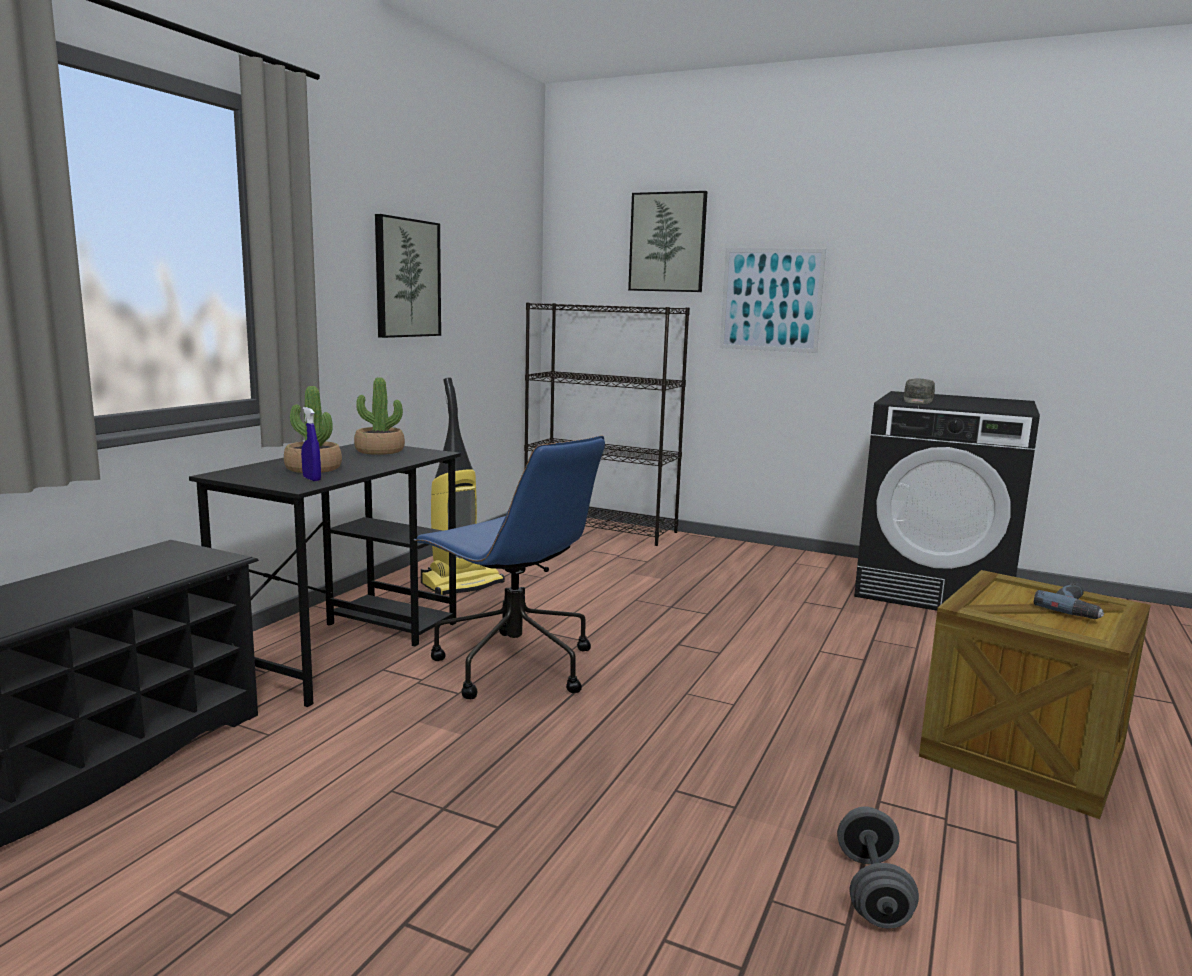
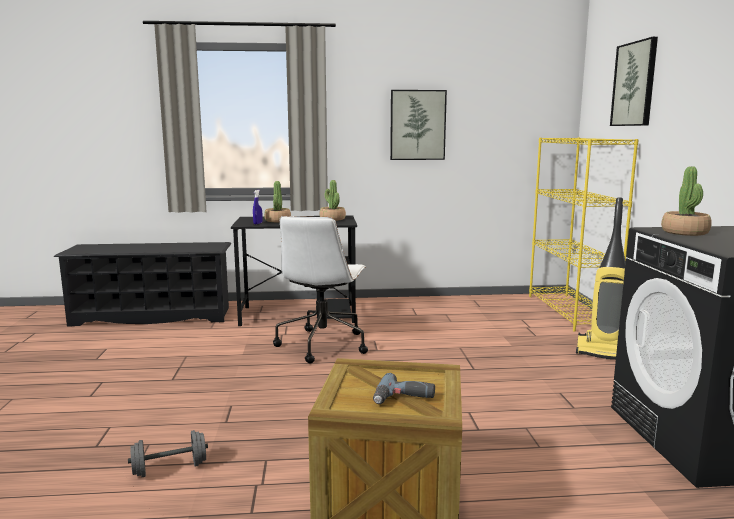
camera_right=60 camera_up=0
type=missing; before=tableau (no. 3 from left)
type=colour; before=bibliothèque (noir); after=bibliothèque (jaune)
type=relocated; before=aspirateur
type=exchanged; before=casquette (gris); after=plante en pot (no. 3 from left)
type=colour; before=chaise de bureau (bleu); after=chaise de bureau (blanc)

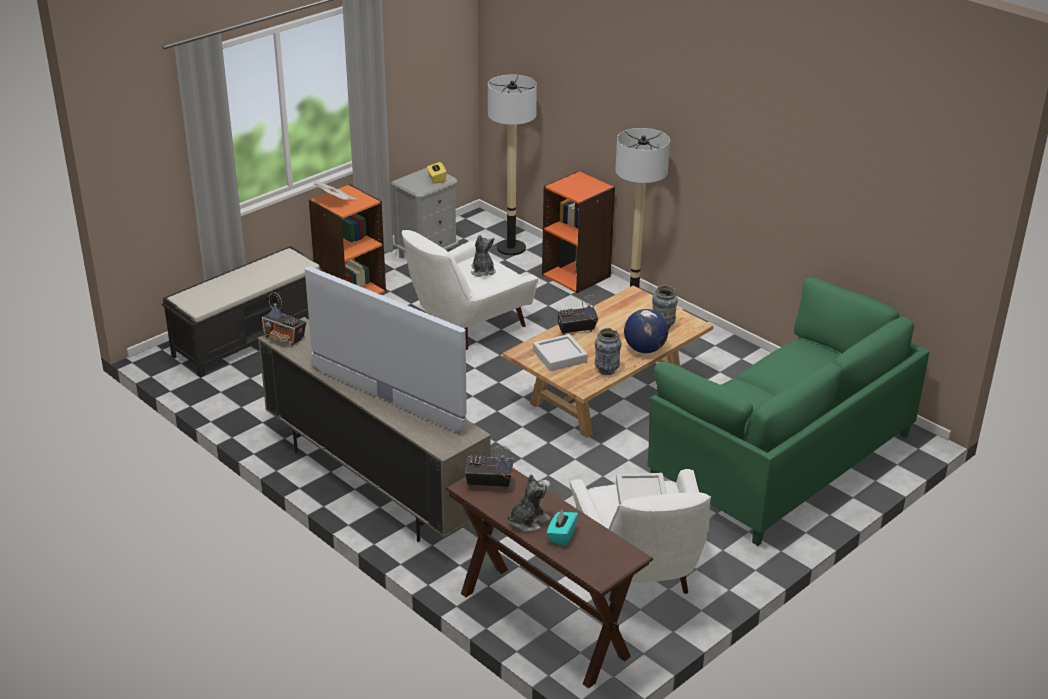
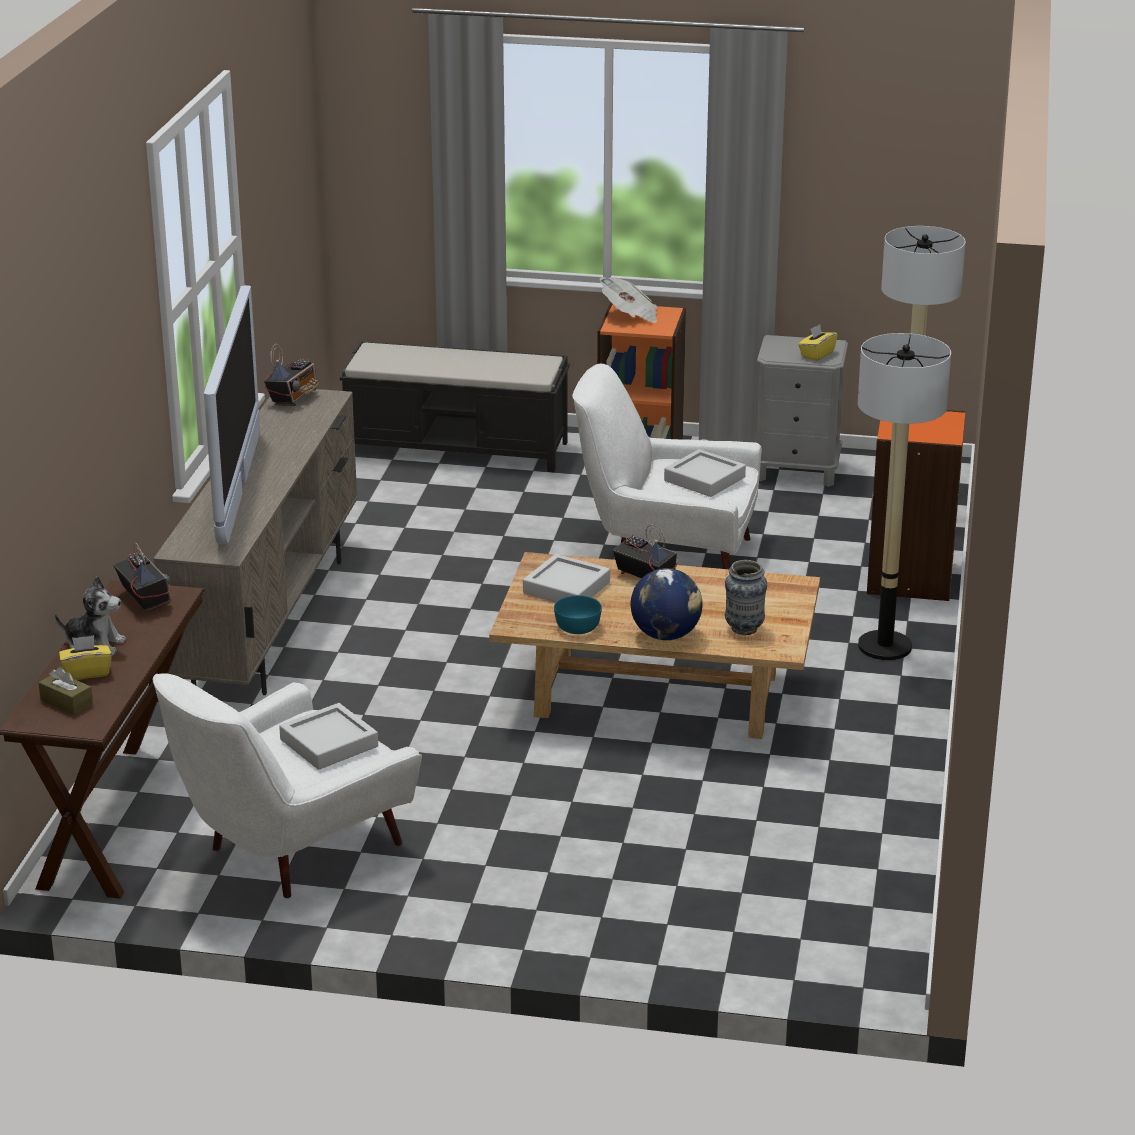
camera_right=55 camera_up=-5
type=exchanged; before=peluche (no. 1 from left); after=plateau (gris) (no. 3 from left)
type=missing; before=canapé (vert)
type=spun; before=radio (no. 1 from left in the first image); turn=-150
type=exchanged; before=vase (no. 1 from left); after=bol (turquoise)
type=colour; before=boîte à mouchoirs (turquoise); after=boîte à mouchoirs (jaune) (no. 1 from left)
type=appeared; after=boîte à mouchoirs (marron)

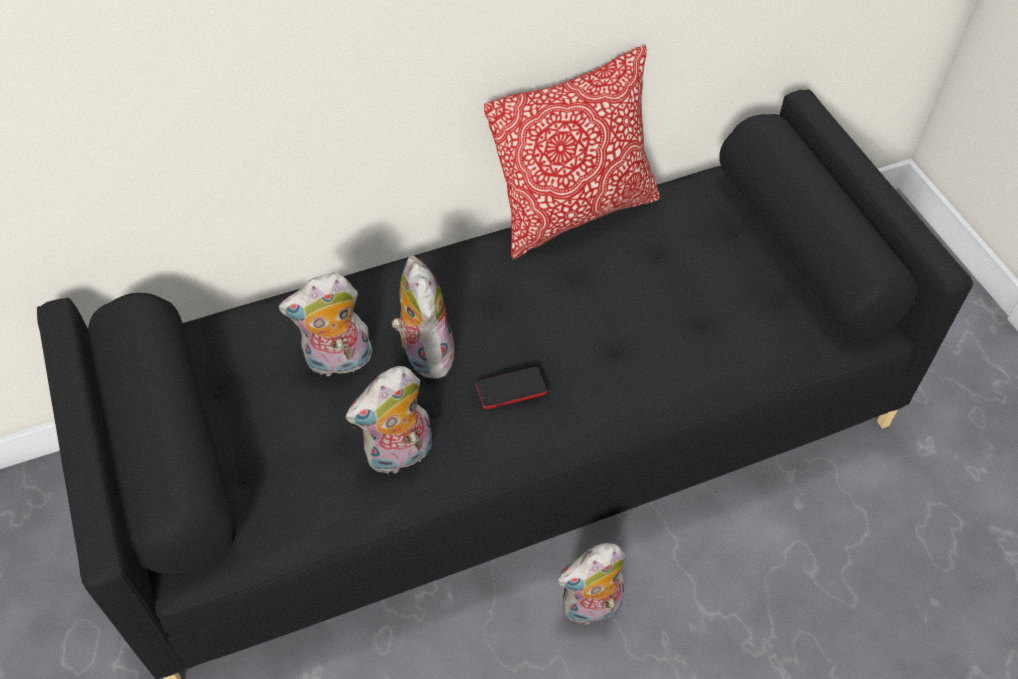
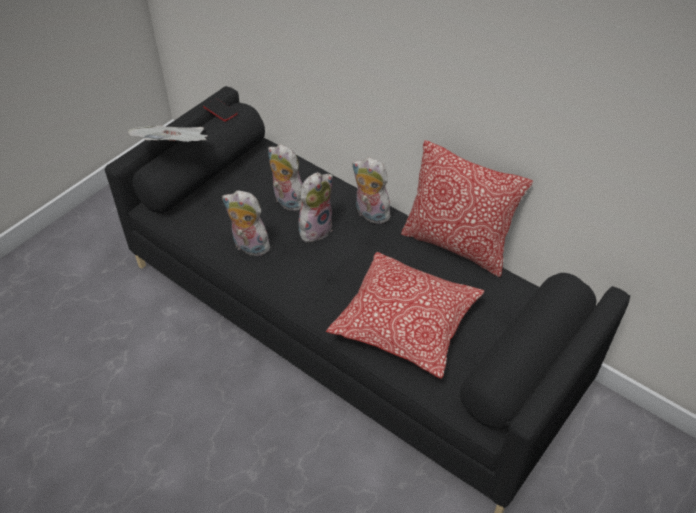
camera_right=60 camera_up=-5
type=relocated; before=téléphone
type=relocated; before=peluche (no. 4 from left)
type=appeared; after=journal
type=appeared; after=coussin (no. 1 from left)

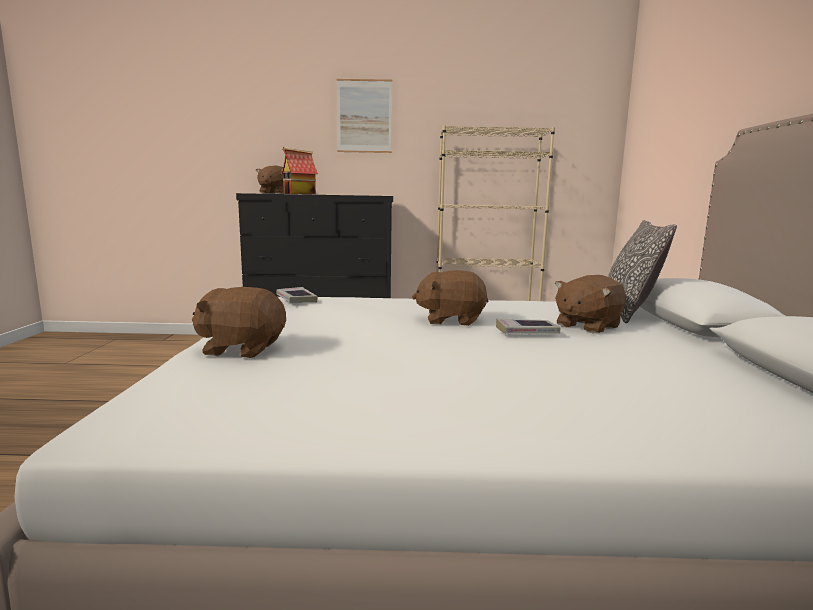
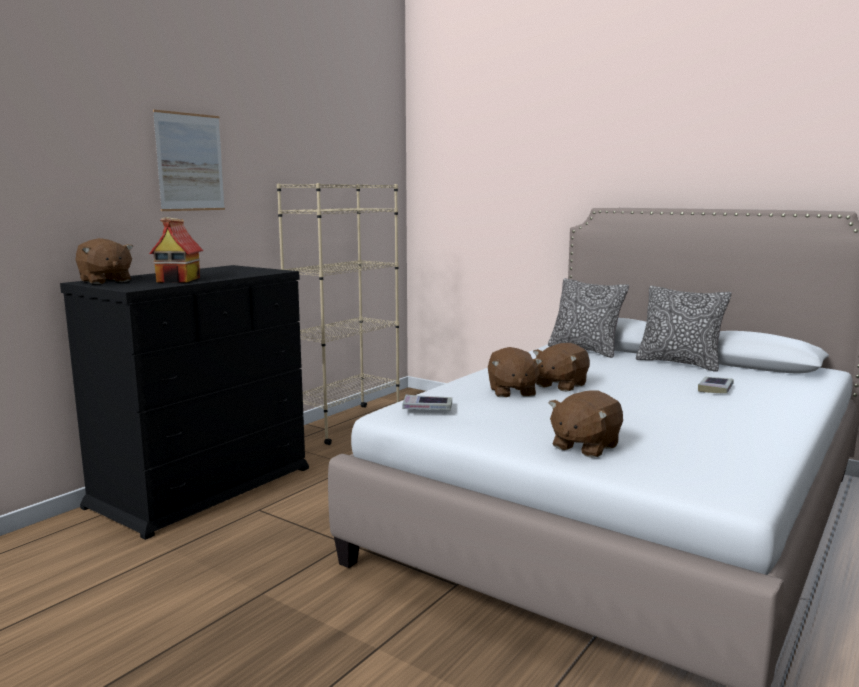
camera_right=-55 camera_up=0
type=relocated; before=peluche (marron) (no. 4 from left in the first image); after=peluche (marron) (no. 2 from left)
type=relocated; before=livre (no. 2 from left)
type=appeared; after=coussin (no. 2 from left)

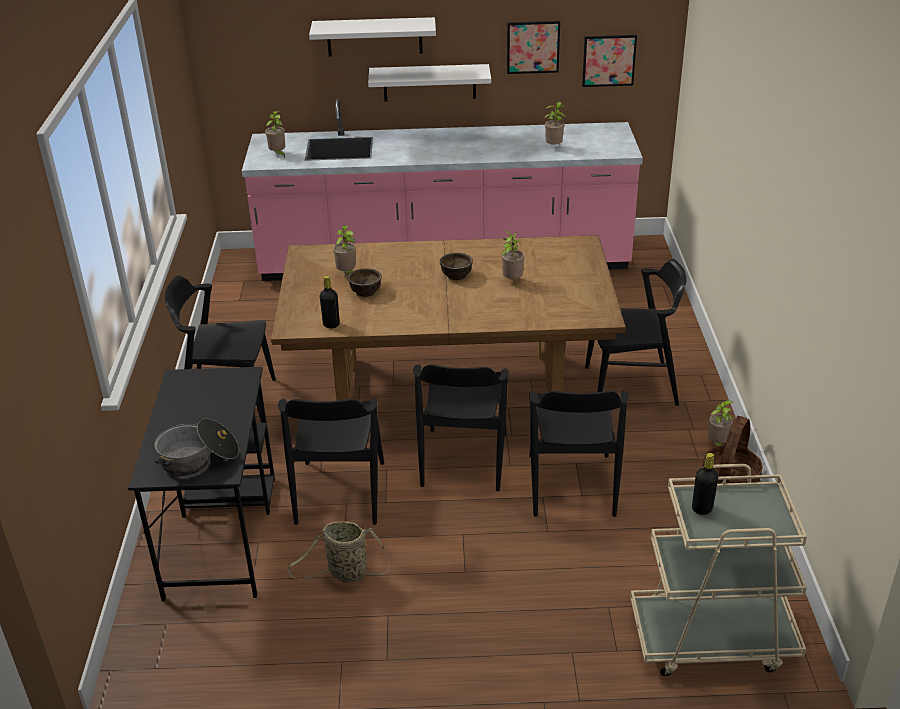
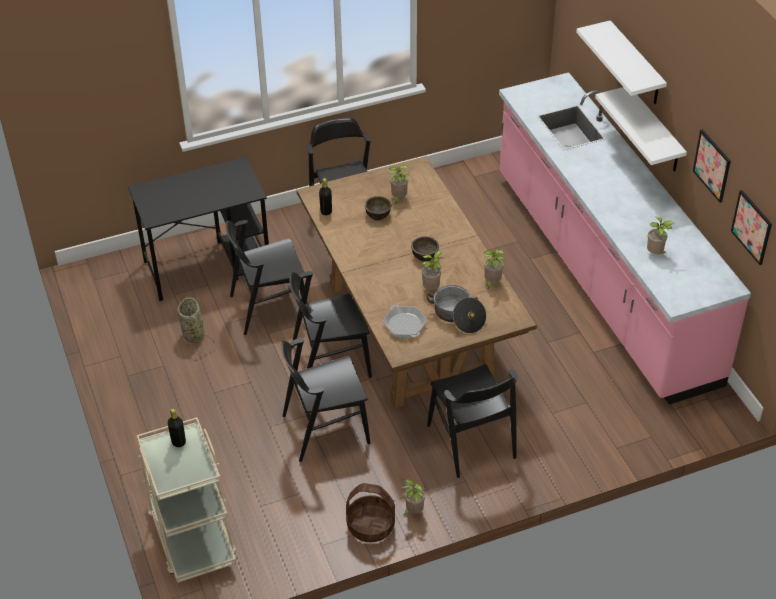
camera_right=70 camera_up=10
type=relocated; before=plante en pot (no. 1 from left in the first image); after=plante en pot (no. 4 from left)
type=relocated; before=marmite
type=appeared; after=poêle

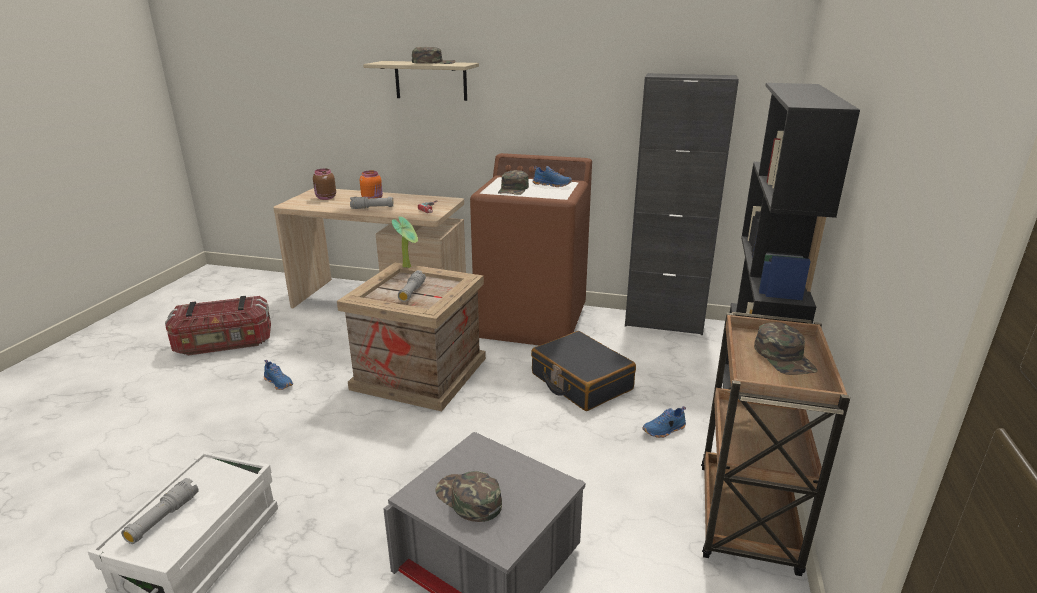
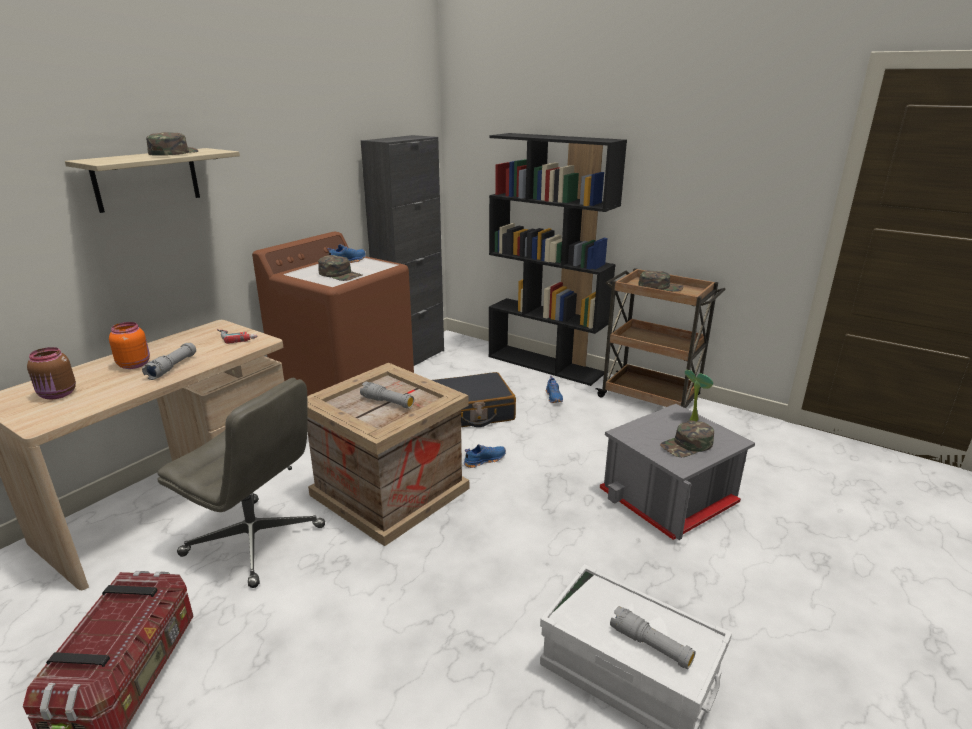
camera_right=-70 camera_up=0
type=relocated; before=plante en pot
type=relocated; before=chaussure (bleu) (no. 1 from left in the first image); after=chaussure (bleu) (no. 2 from left)
type=appeared; after=chaise de bureau (gris)

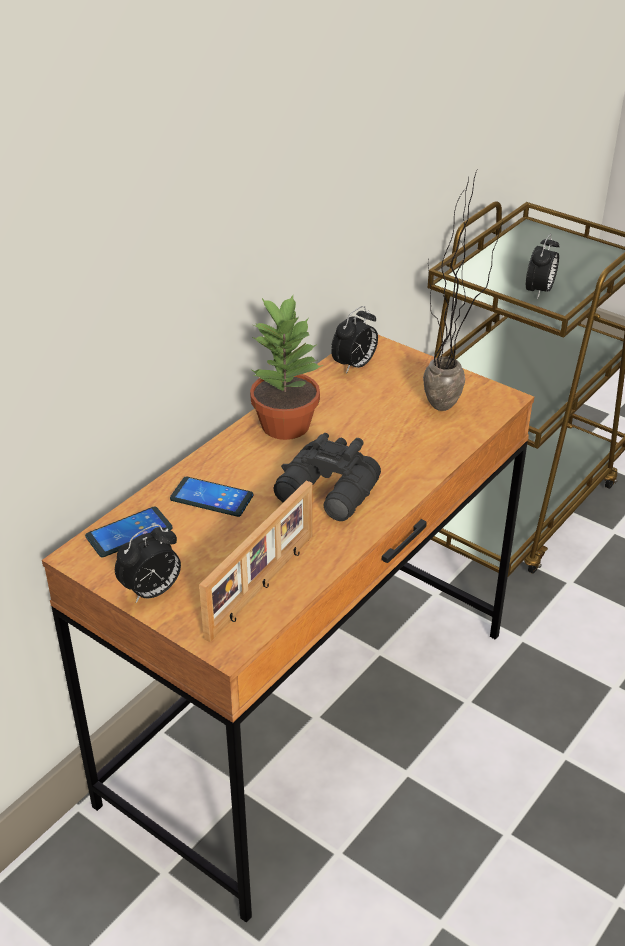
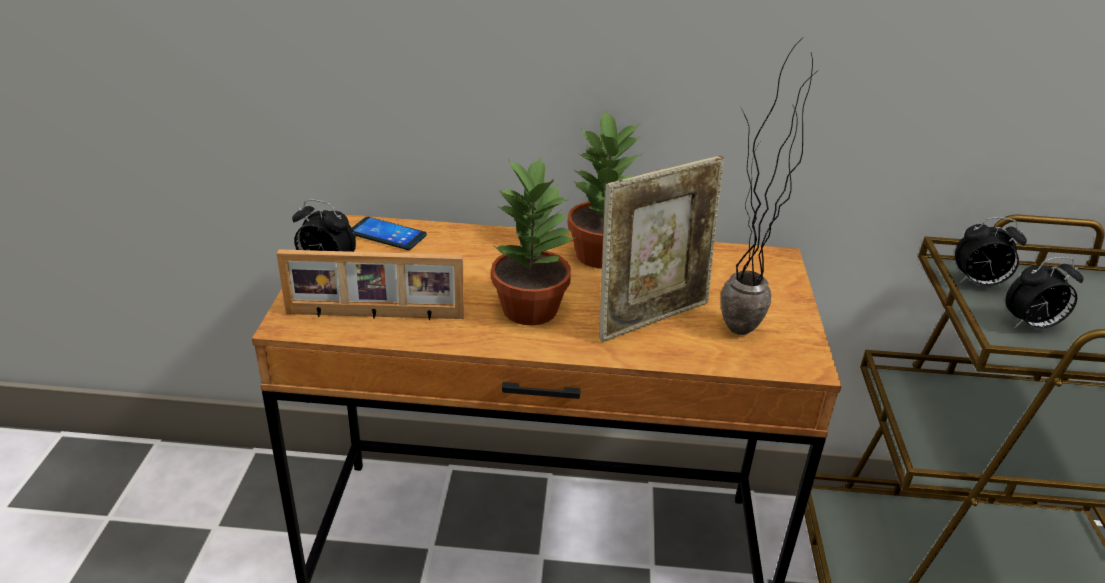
camera_right=55 camera_up=-5
type=relocated; before=réveil (no. 2 from left)
type=exchanged; before=jumelles (noir); after=plante en pot (no. 1 from left)
type=missing; before=téléphone (no. 2 from left)
type=appeared; after=cadre photo (no. 2 from left)

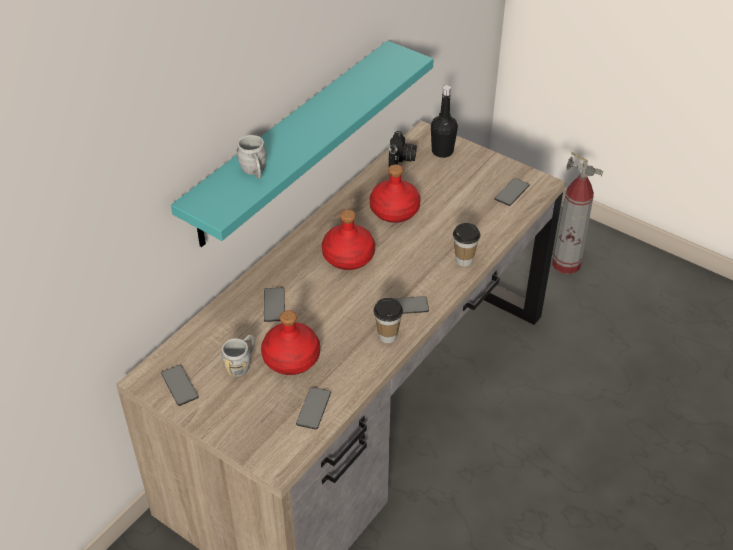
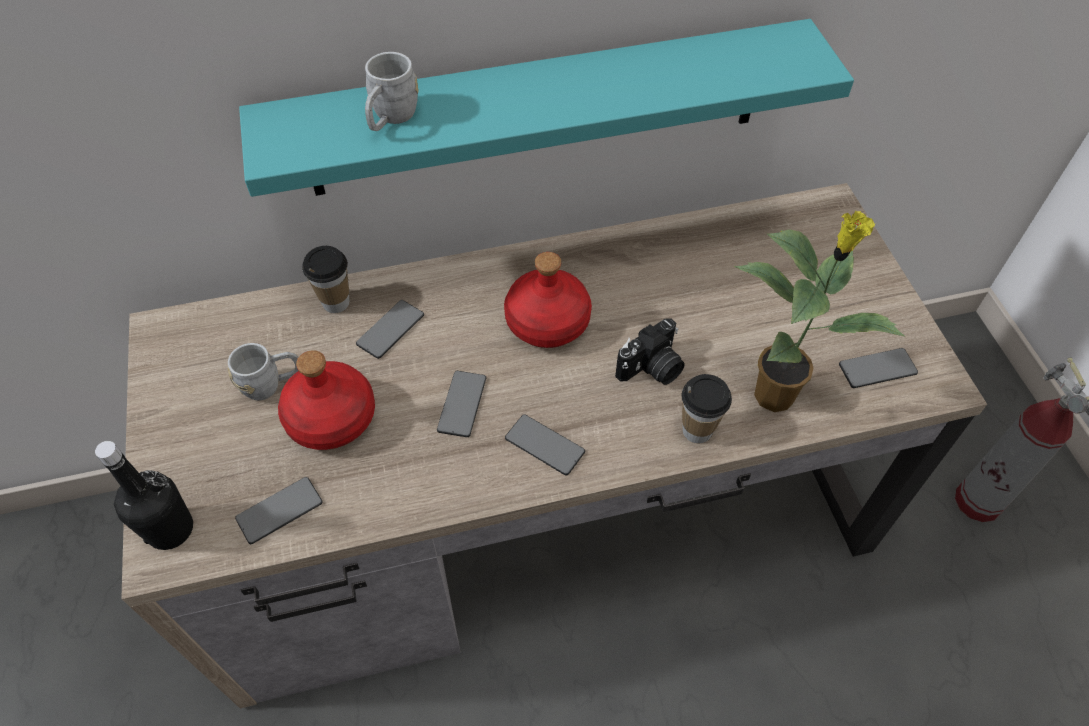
camera_right=40 camera_up=10
type=relocated; before=bouteille (noir)
type=relocated; before=appareil photo
type=missing; before=bouteille (rouge) (no. 3 from left)
type=relocated; before=tasse (no. 1 from left)
type=relocated; before=téléphone (no. 1 from left in the first image); after=téléphone (no. 3 from left)
type=appeared; after=plante en pot

